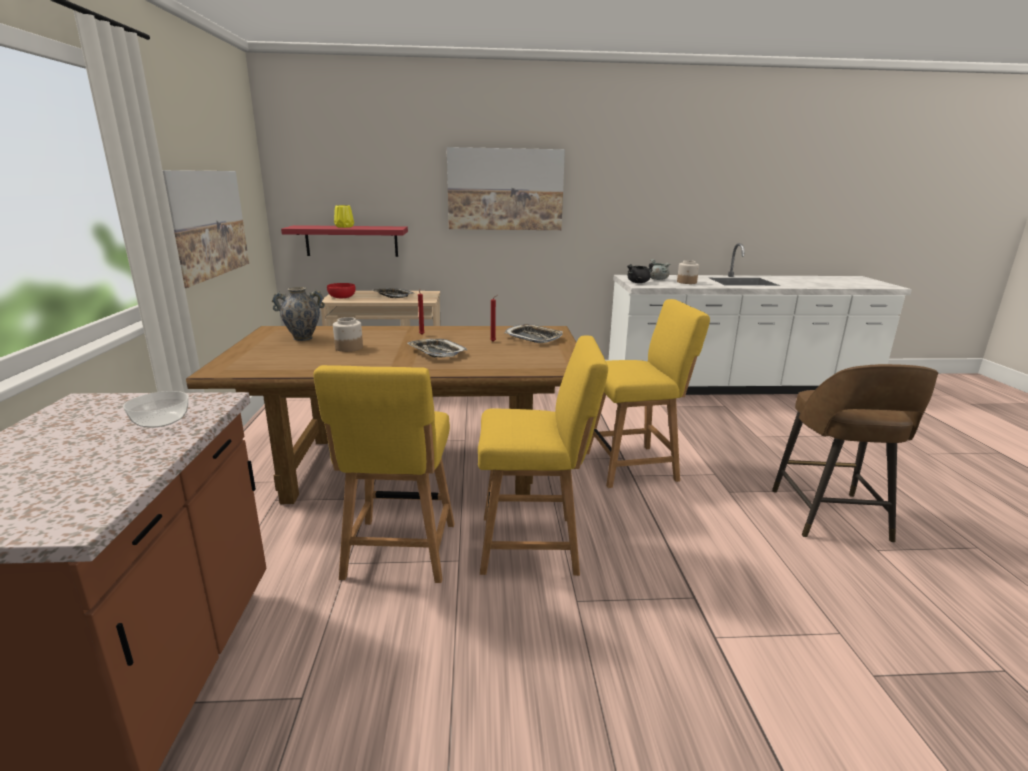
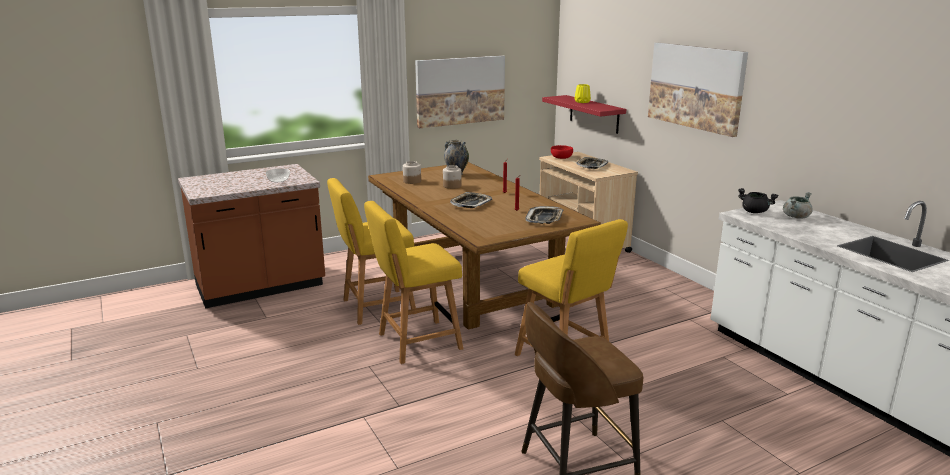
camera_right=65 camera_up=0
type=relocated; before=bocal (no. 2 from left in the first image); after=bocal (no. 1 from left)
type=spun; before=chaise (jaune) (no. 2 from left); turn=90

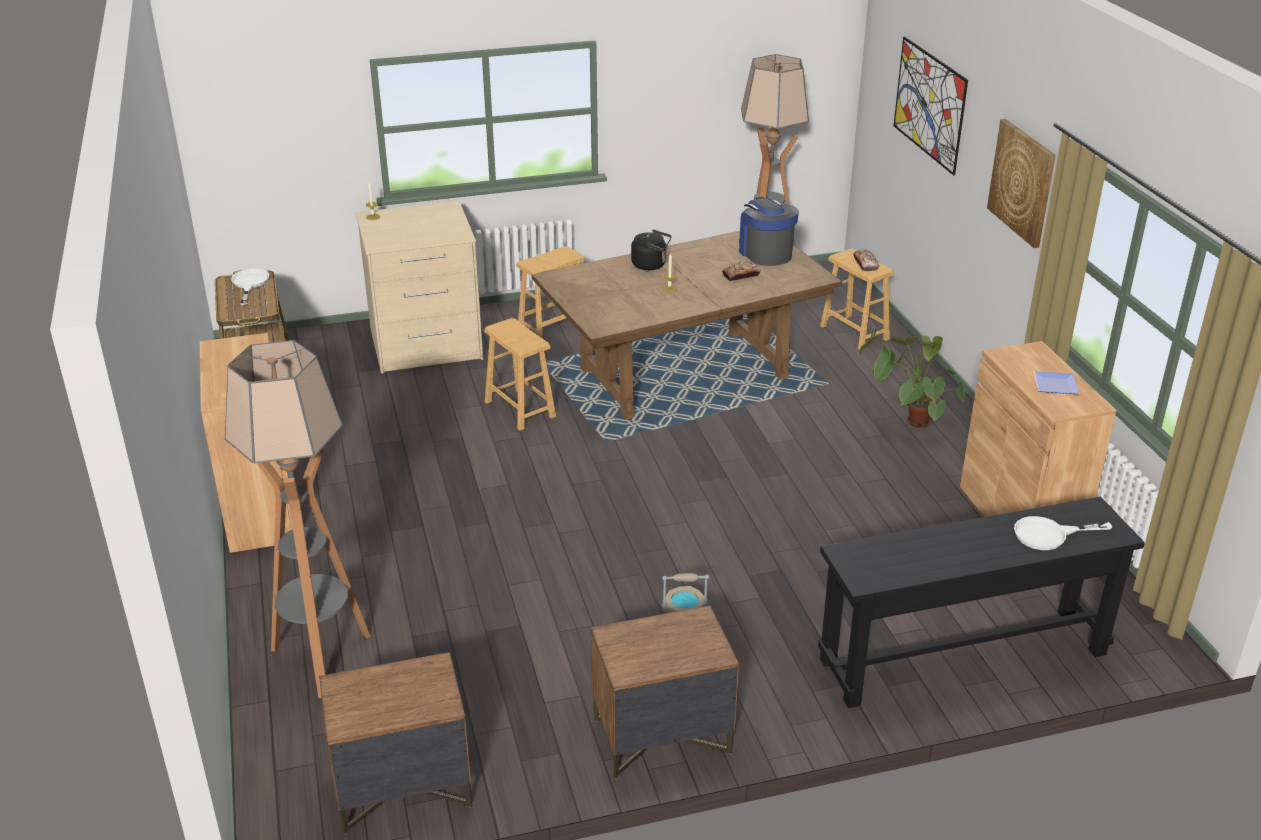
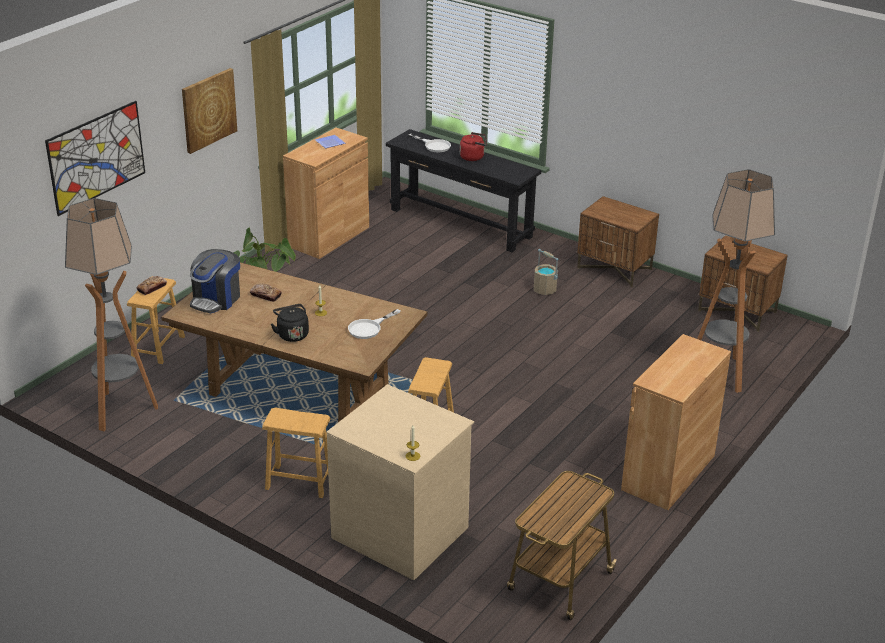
camera_right=-130 camera_up=0
type=relocated; before=poêle (blanc) (no. 1 from left)
type=appeared; after=bouilloire (rouge)

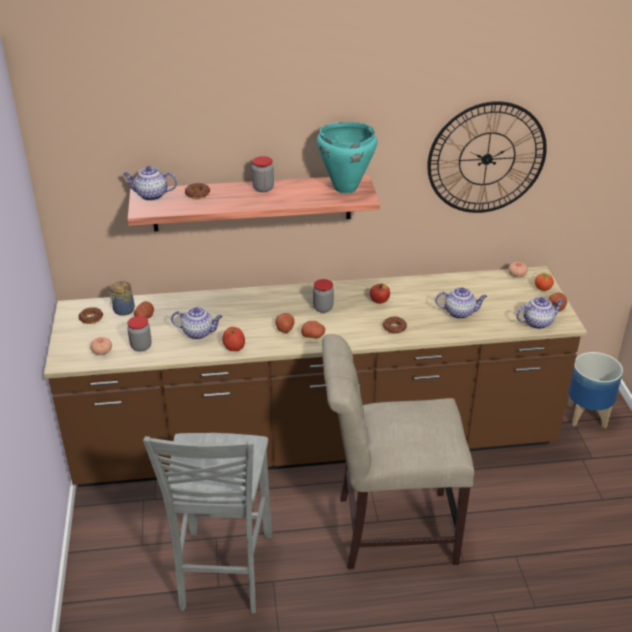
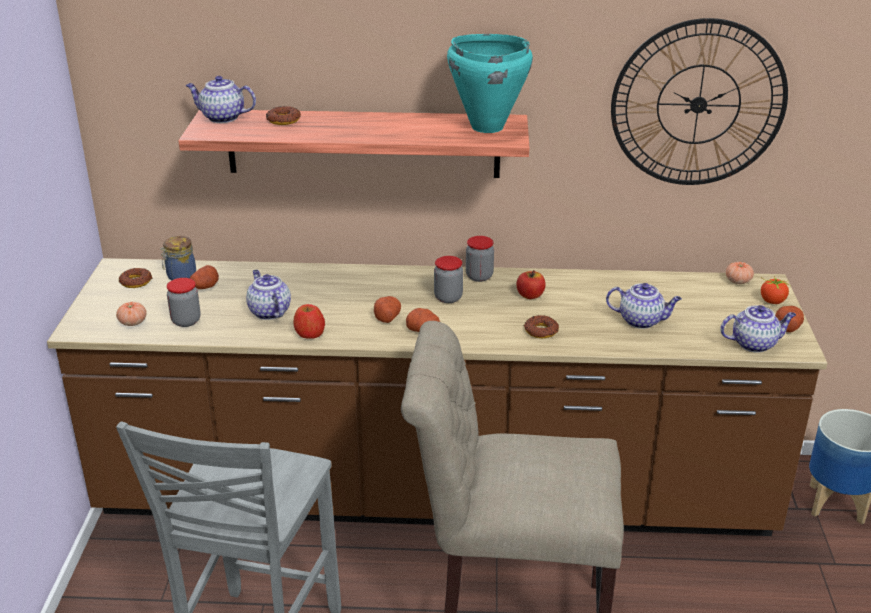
camera_right=10 camera_up=-5
type=relocated; before=bocal (no. 3 from left in the first image); after=bocal (no. 4 from left)
type=spun; before=théière (no. 2 from left); turn=-135

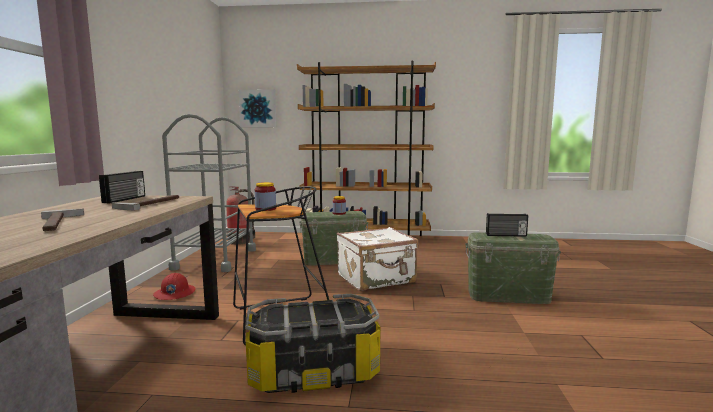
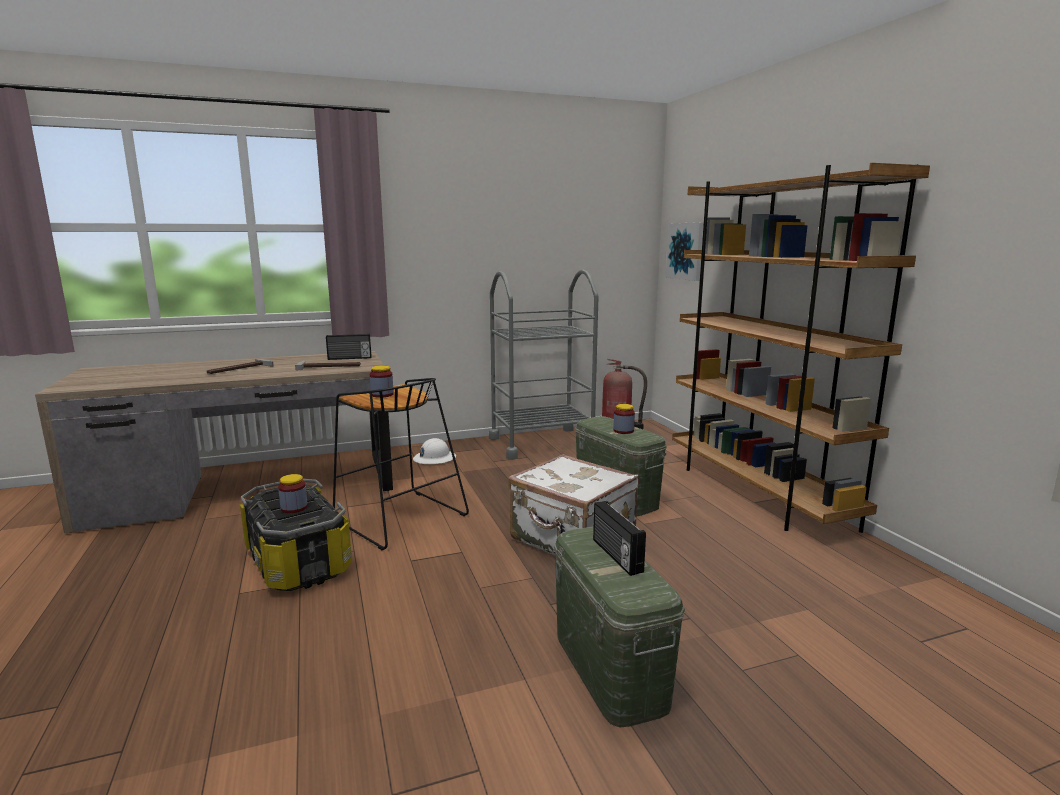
camera_right=65 camera_up=5
type=colour; before=casque de chantier (rouge); after=casque de chantier (blanc)
type=appeared; after=bocal (no. 1 from left)

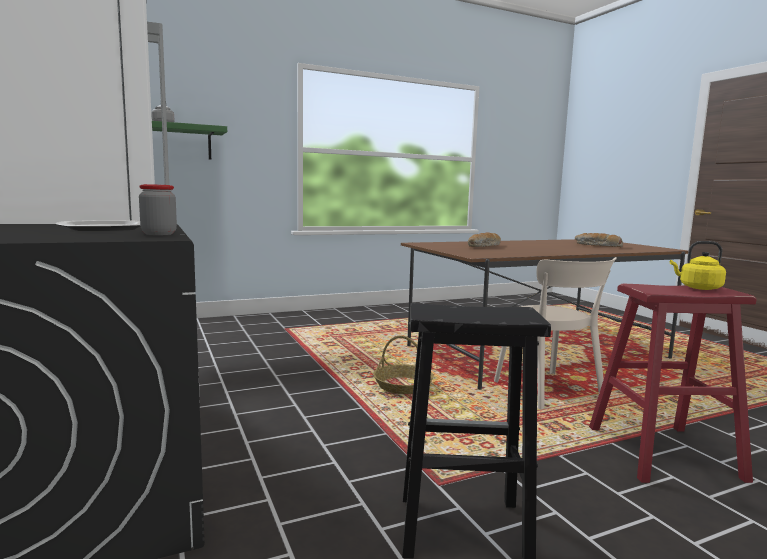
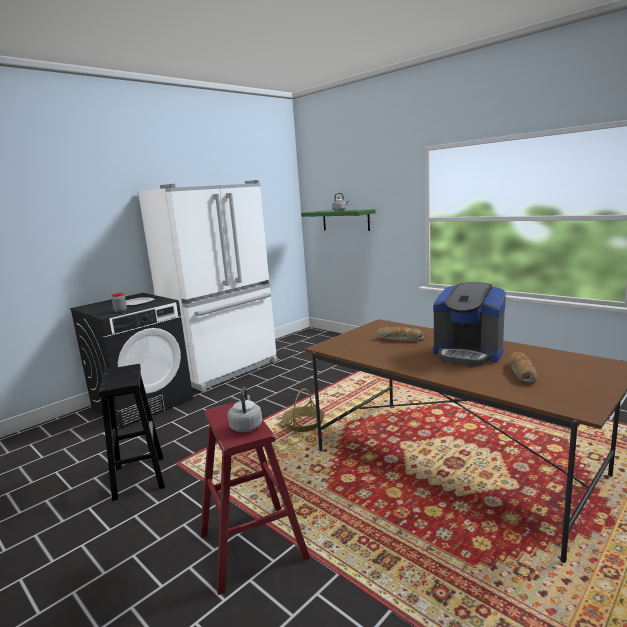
camera_right=70 camera_up=5
type=colour; before=bouilloire (jaune); after=bouilloire (gris) (no. 1 from left)
type=missing; before=chaise (beige)
type=appeared; after=machine à café

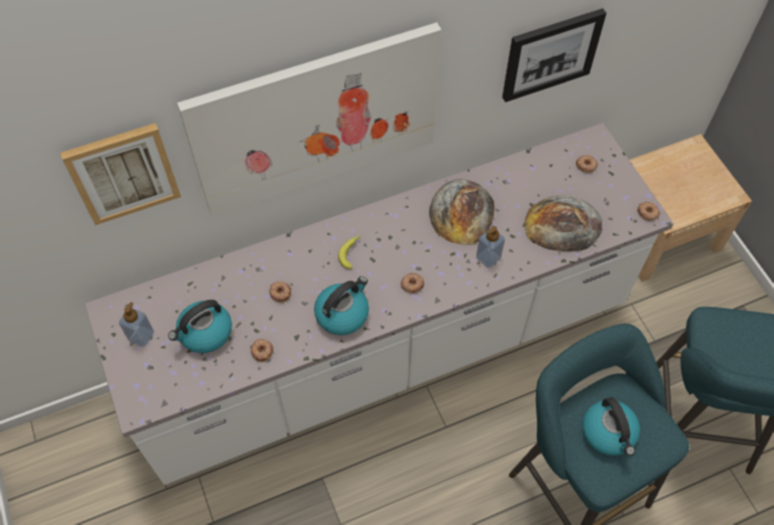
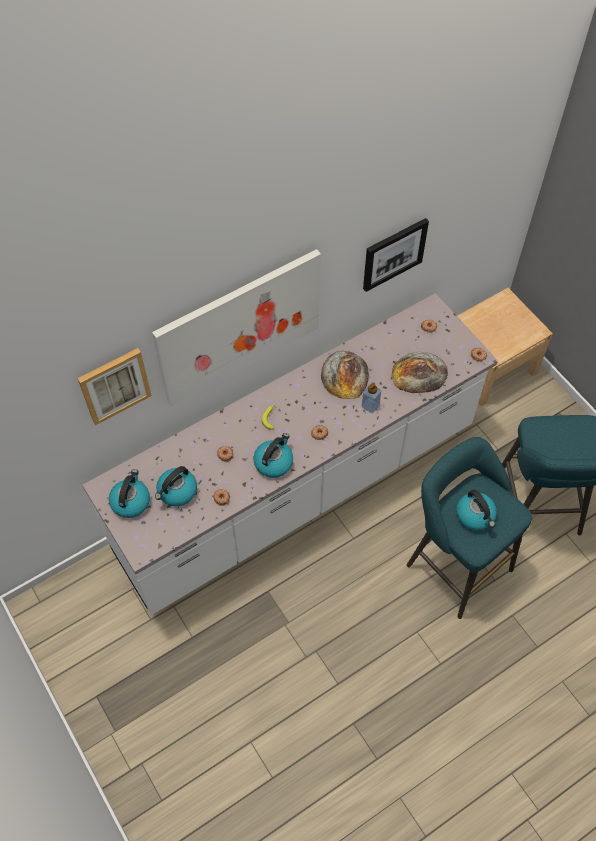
camera_right=-10 camera_up=0
type=exchanged; before=distributeur de savon (no. 1 from left); after=bouilloire (no. 1 from left)

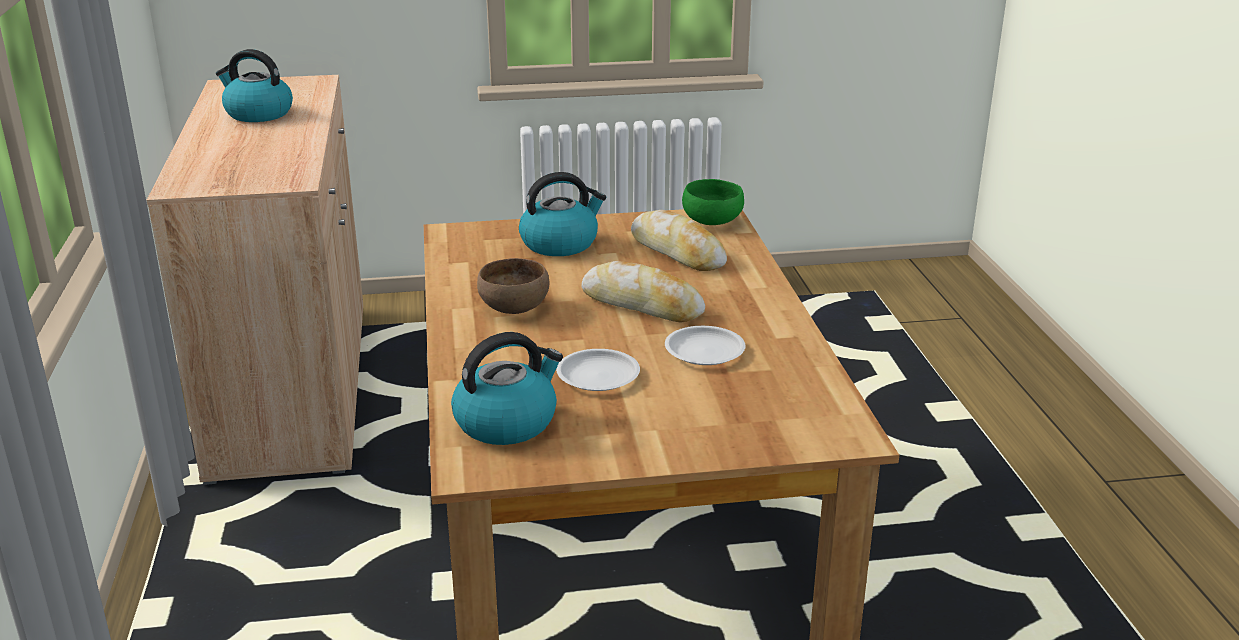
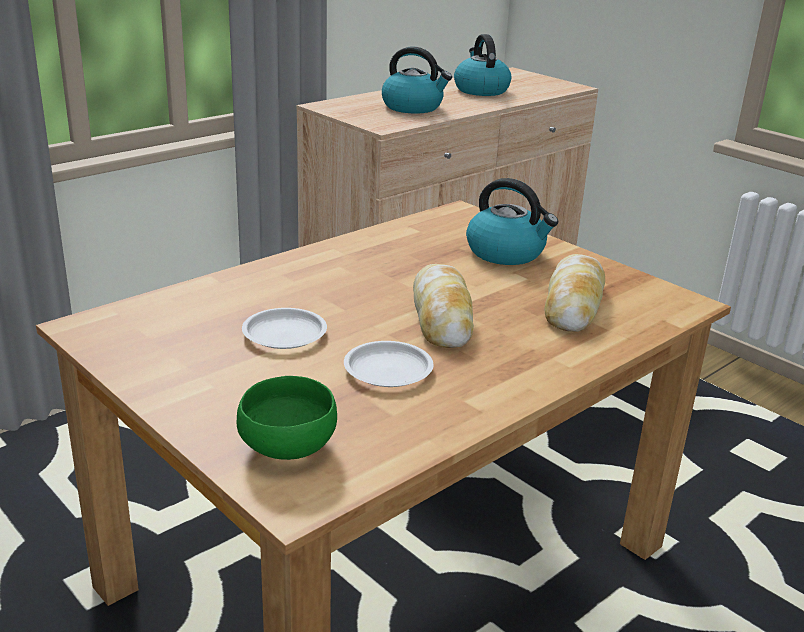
camera_right=55 camera_up=0
type=relocated; before=bol (vert)
type=missing; before=bol (marron)
type=relocated; before=bouilloire (no. 2 from left in the first image); after=bouilloire (no. 1 from left)

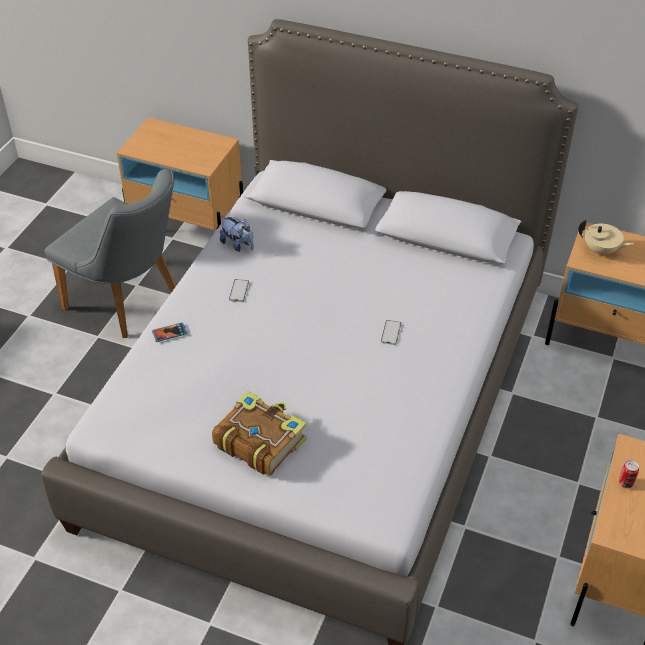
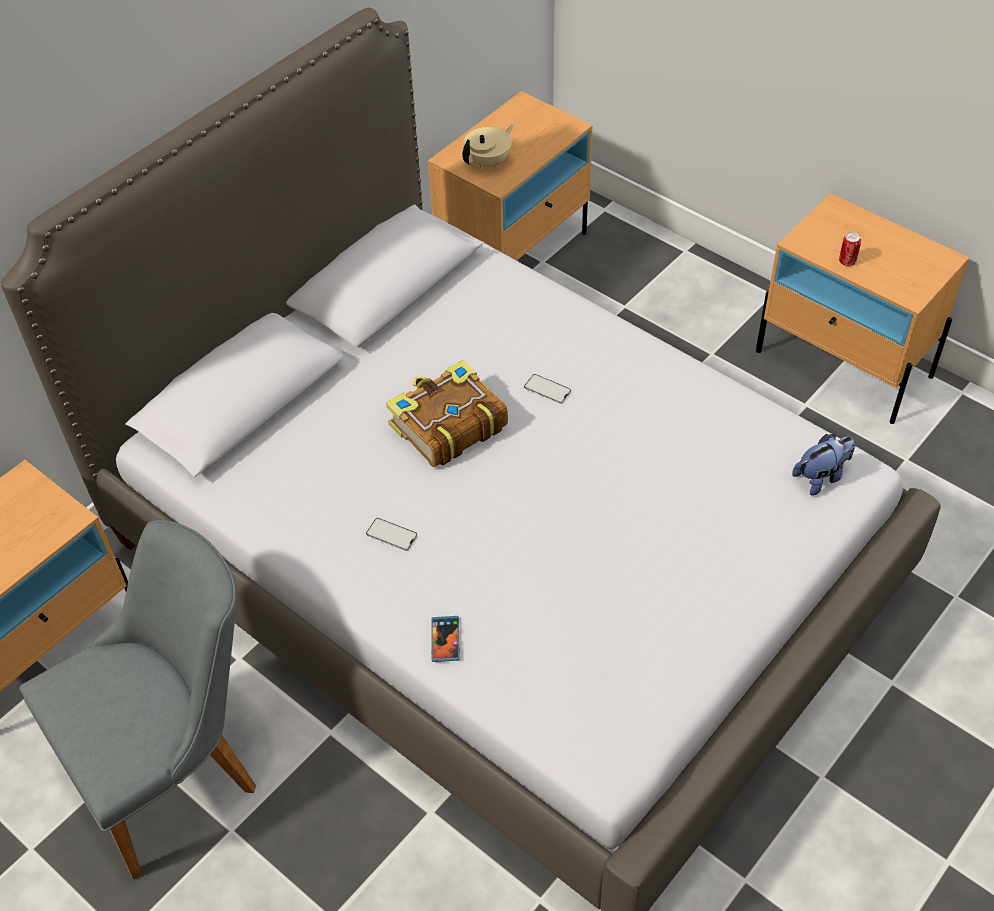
camera_right=-70 camera_up=5
type=relocated; before=peluche
type=relocated; before=livre

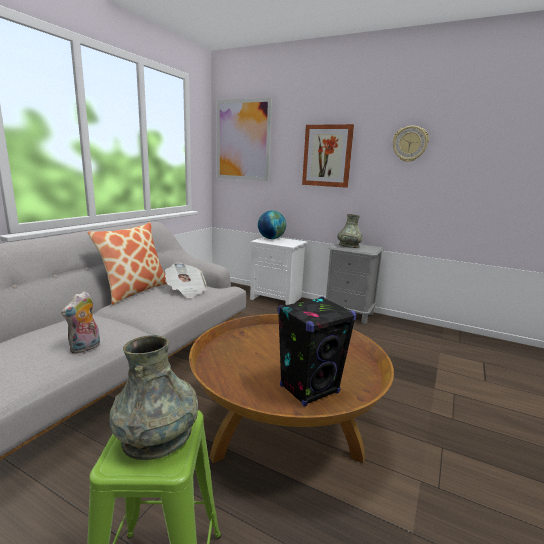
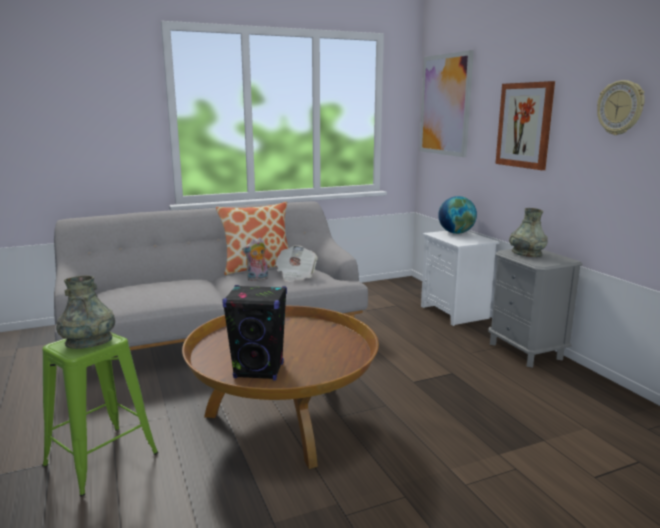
camera_right=40 camera_up=0
type=relocated; before=peluche

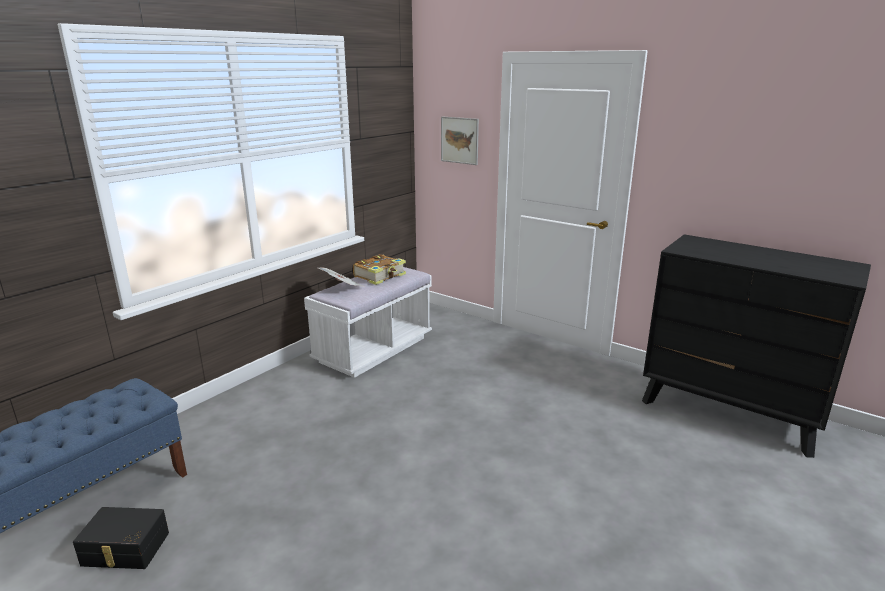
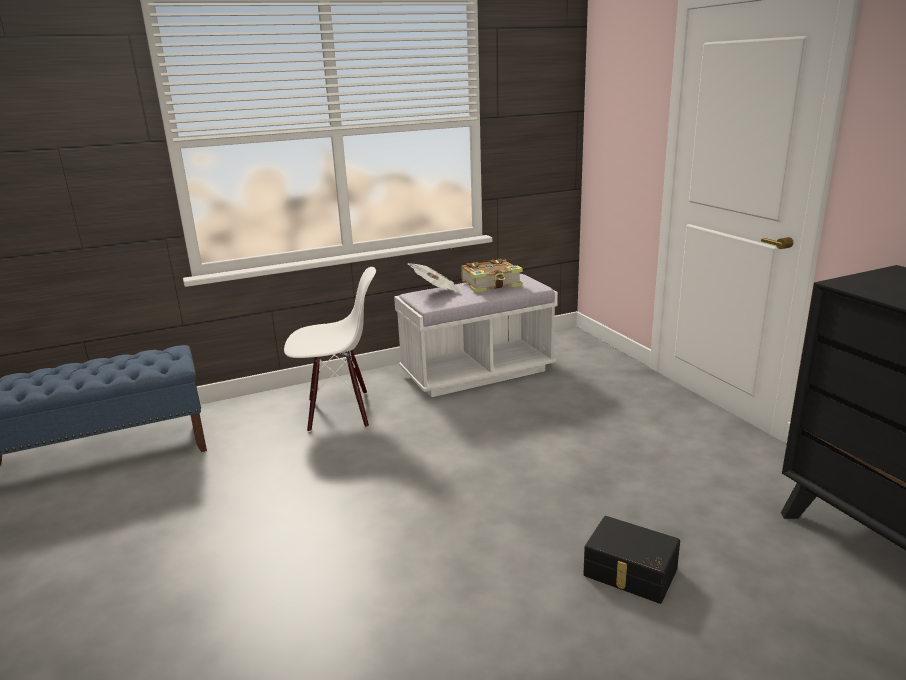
camera_right=30 camera_up=0
type=missing; before=tableau
type=relocated; before=boîte de rangement (noir)
type=appeared; after=chaise (blanc)

